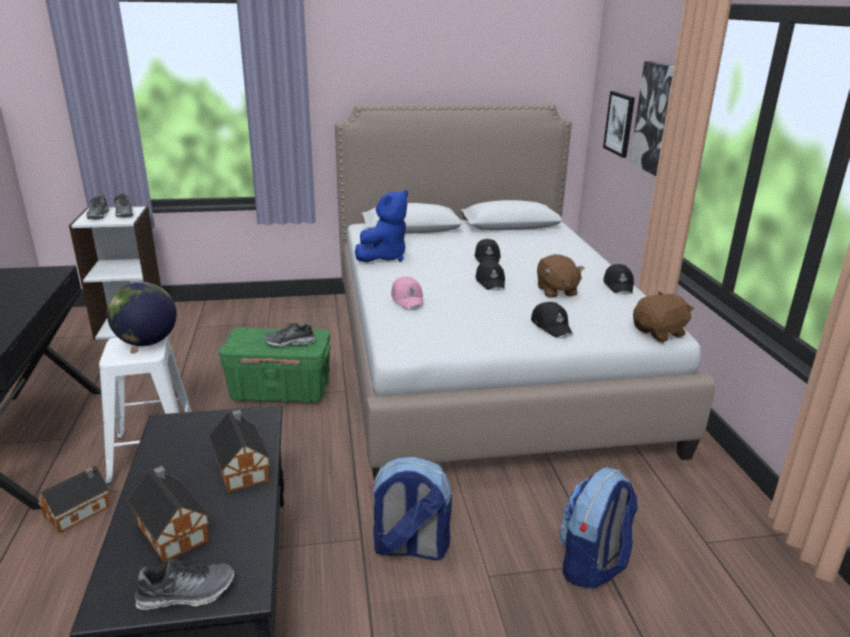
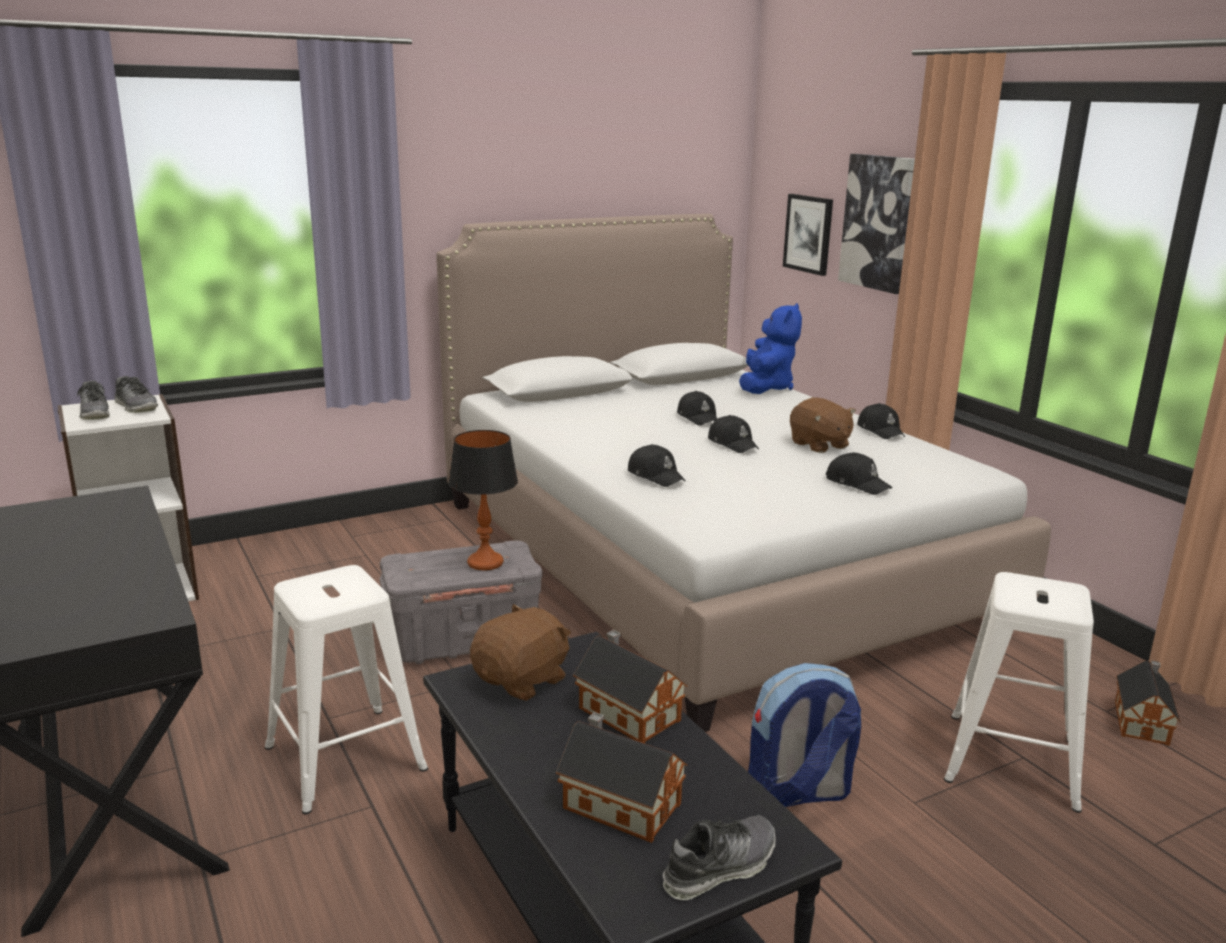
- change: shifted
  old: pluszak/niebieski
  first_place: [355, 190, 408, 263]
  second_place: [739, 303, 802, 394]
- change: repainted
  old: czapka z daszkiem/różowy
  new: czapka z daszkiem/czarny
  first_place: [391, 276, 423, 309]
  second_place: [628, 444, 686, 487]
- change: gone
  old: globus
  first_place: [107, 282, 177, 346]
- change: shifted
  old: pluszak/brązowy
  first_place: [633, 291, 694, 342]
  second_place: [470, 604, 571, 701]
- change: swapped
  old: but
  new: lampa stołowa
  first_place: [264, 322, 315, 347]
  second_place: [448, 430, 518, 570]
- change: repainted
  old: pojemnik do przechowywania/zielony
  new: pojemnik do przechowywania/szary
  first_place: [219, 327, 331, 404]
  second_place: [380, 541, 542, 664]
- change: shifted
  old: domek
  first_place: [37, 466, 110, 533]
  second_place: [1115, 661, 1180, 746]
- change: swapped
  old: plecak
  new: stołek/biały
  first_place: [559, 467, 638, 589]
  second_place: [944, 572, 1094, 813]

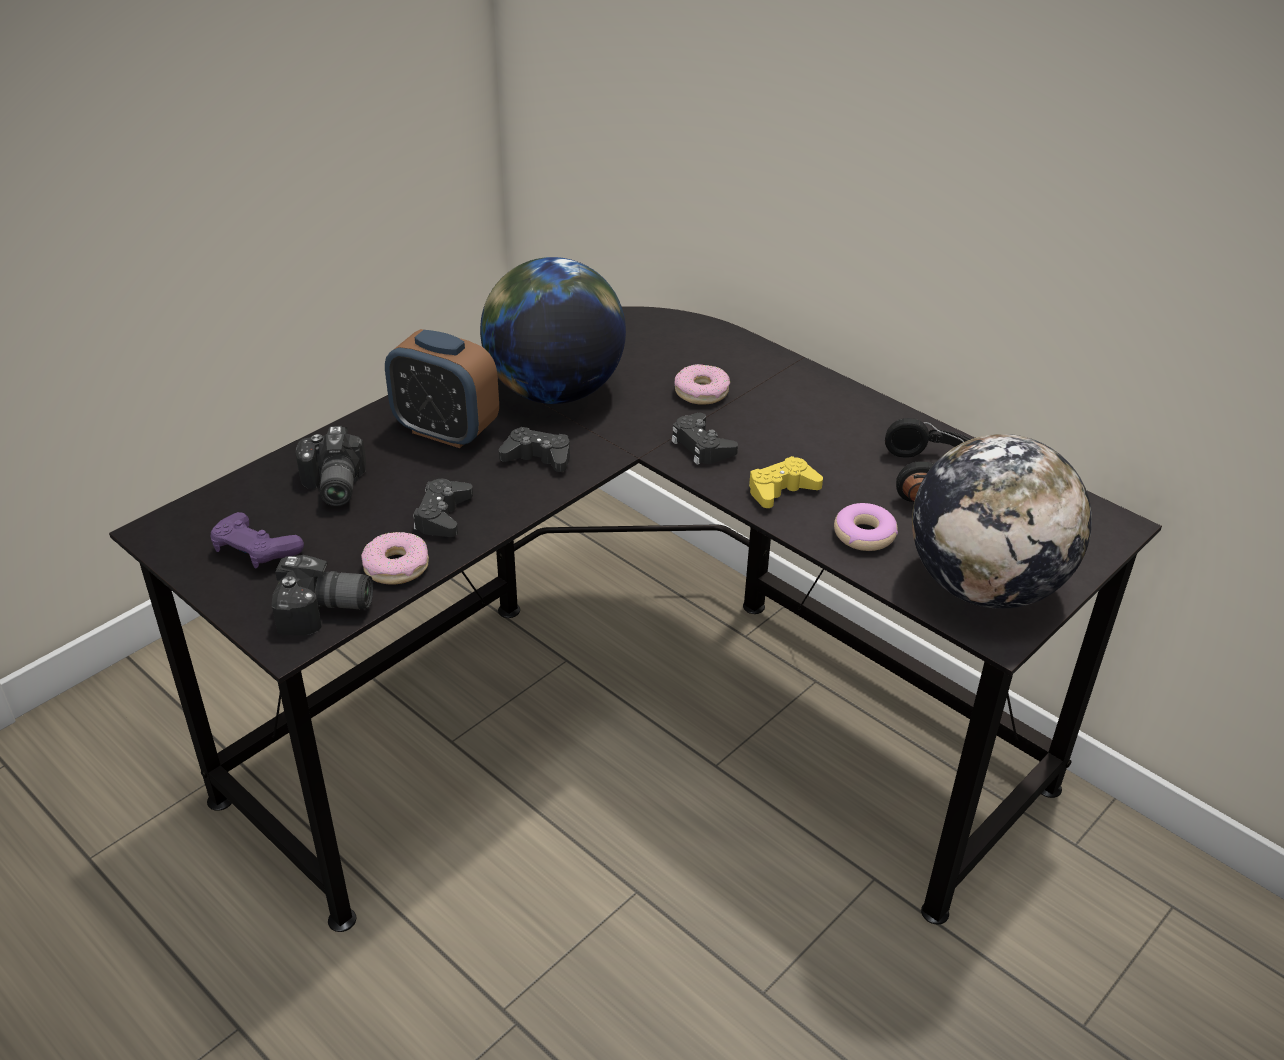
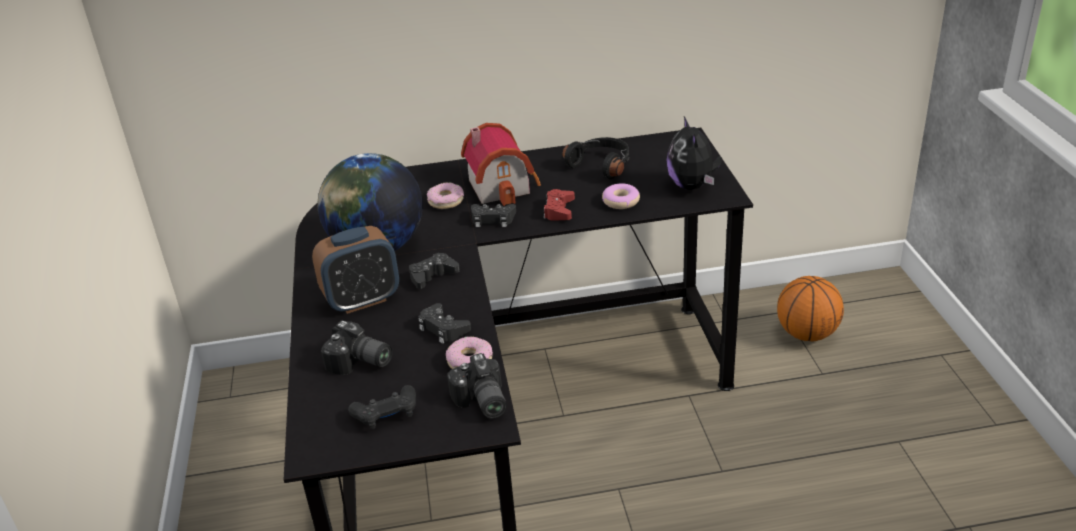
- change: swapped
  old: globus
  new: pluszak
  first_place: [912, 434, 1092, 609]
  second_place: [666, 116, 722, 190]
- change: repainted
  old: pad do gier/żółty
  new: pad do gier/czerwony
  first_place: [749, 456, 823, 508]
  second_place: [544, 189, 575, 221]
- change: repainted
  old: pad do gier/fioletowy
  new: pad do gier/czarny
  first_place: [210, 512, 304, 569]
  second_place: [348, 385, 416, 429]
- change: rotated
  old: aparat fotograficzny
  first_place: [272, 555, 373, 636]
  second_place: [447, 353, 507, 418]
  degrees: 120
- change: new
  new: domek
  second_place: [461, 123, 541, 206]
- change: new
  new: piłka do koszykówki
  second_place: [777, 276, 844, 341]

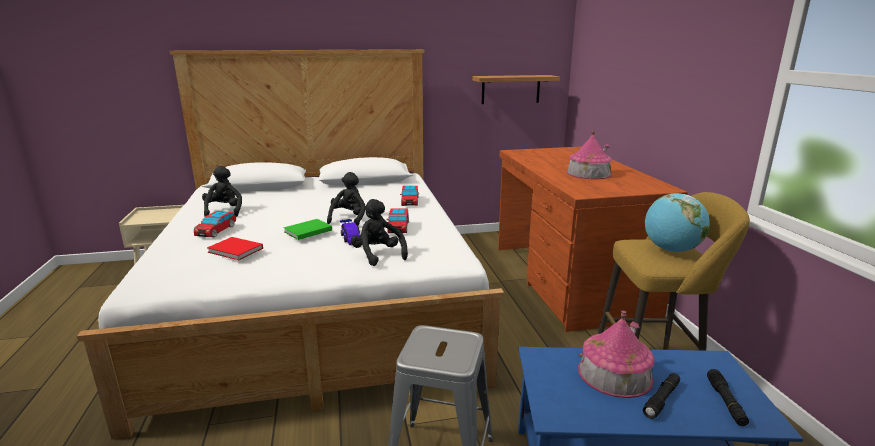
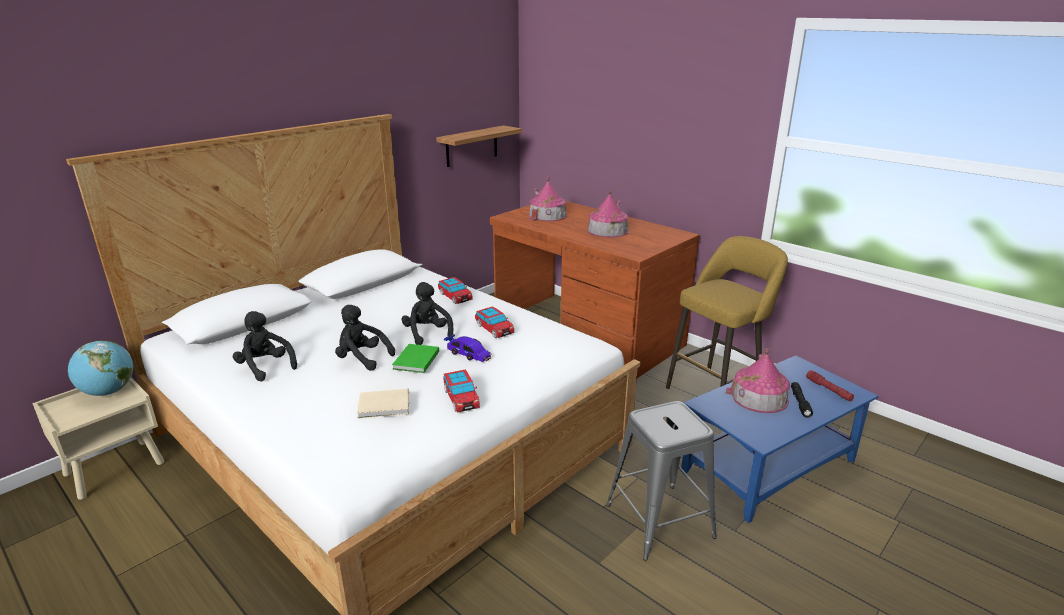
- change: shifted
  old: globus
  first_place: [645, 193, 710, 252]
  second_place: [68, 340, 133, 396]
- change: shifted
  old: pluszak/czarny
  first_place: [351, 199, 408, 266]
  second_place: [335, 305, 395, 371]
- change: shifted
  old: samochodzik
  first_place: [194, 211, 236, 237]
  second_place: [443, 370, 480, 413]
- change: repainted
  old: książka/czerwony
  new: książka/beżowy
  first_place: [207, 237, 263, 260]
  second_place: [357, 389, 409, 419]
- change: repainted
  old: latarka/czarny
  new: latarka/czerwony
  first_place: [707, 369, 749, 426]
  second_place: [806, 370, 854, 401]
- change: new
  new: domek
  second_place: [529, 177, 567, 221]

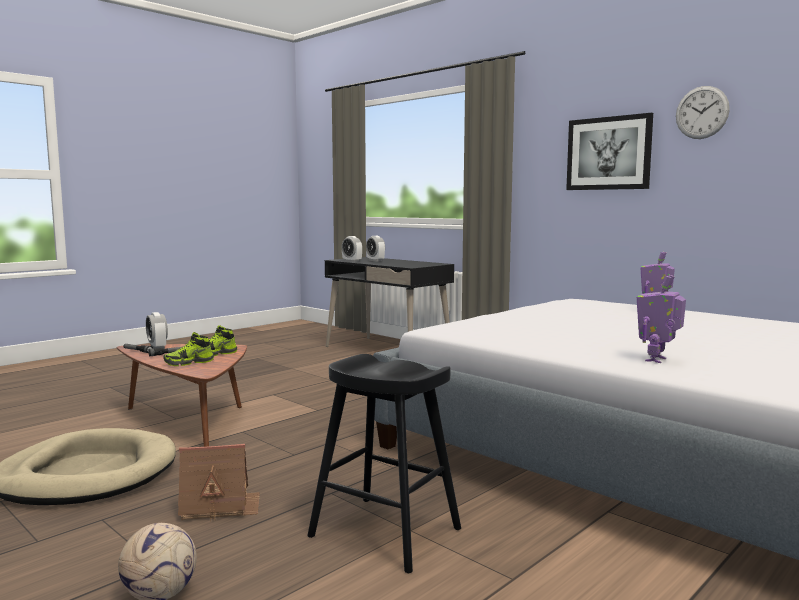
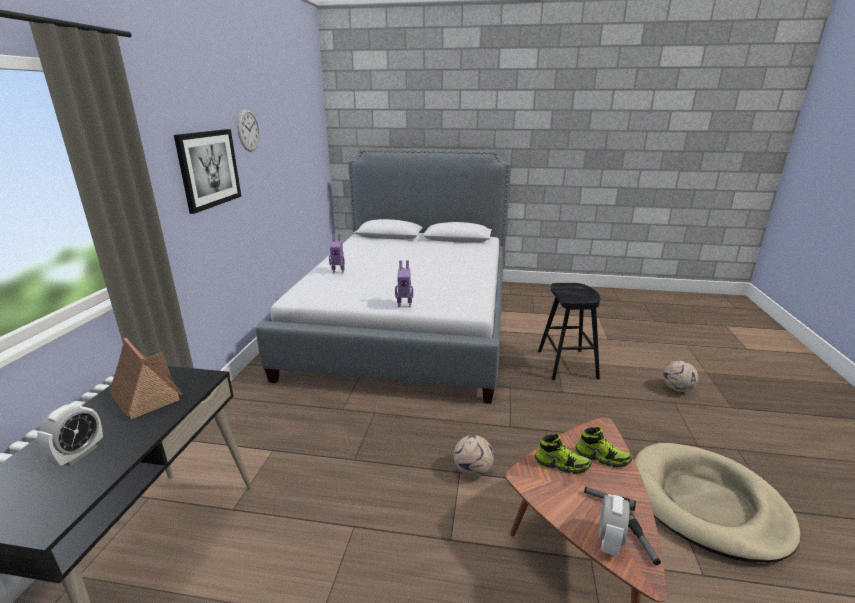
- change: gone
  old: budzik
  first_place: [342, 236, 362, 262]
- change: shifted
  old: robot zabawkowy
  first_place: [637, 275, 686, 363]
  second_place: [395, 260, 413, 307]
- change: shifted
  old: domek
  first_place: [178, 444, 260, 521]
  second_place: [109, 338, 183, 419]
- change: new
  new: piłka futbolowa
  second_place: [454, 435, 494, 477]

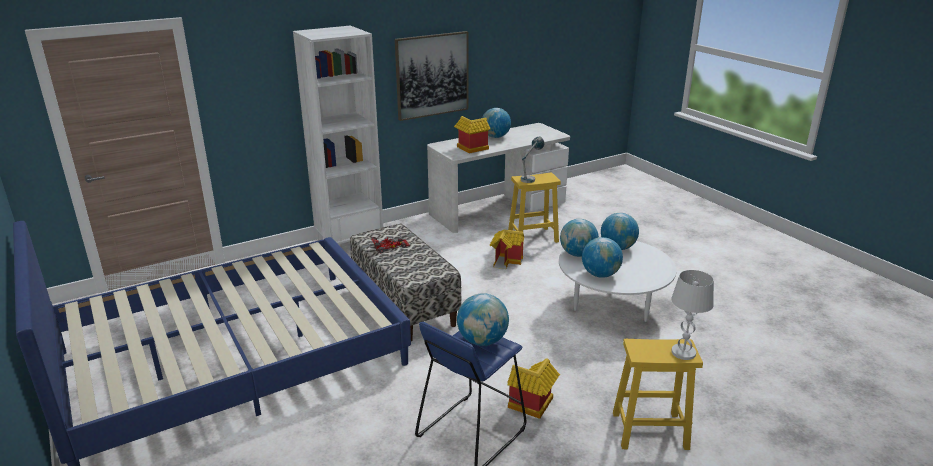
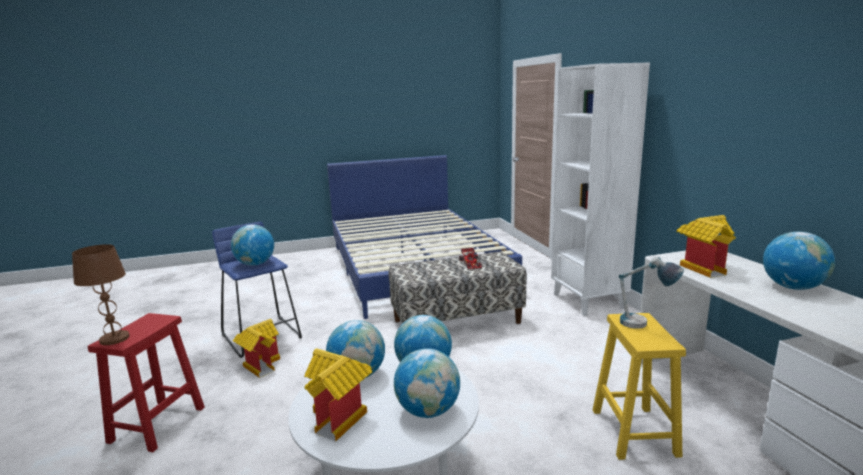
- change: gone
  old: obraz
  first_place: [395, 31, 468, 121]
- change: shifted
  old: domek
  first_place: [490, 230, 524, 269]
  second_place: [304, 348, 372, 442]
- change: repainted
  old: lampa stołowa/biały
  new: lampa stołowa/brązowy
  first_place: [671, 270, 714, 360]
  second_place: [72, 244, 130, 345]
- change: repainted
  old: stołek/żółty
  new: stołek/czerwony
  first_place: [613, 339, 703, 450]
  second_place: [88, 313, 205, 452]

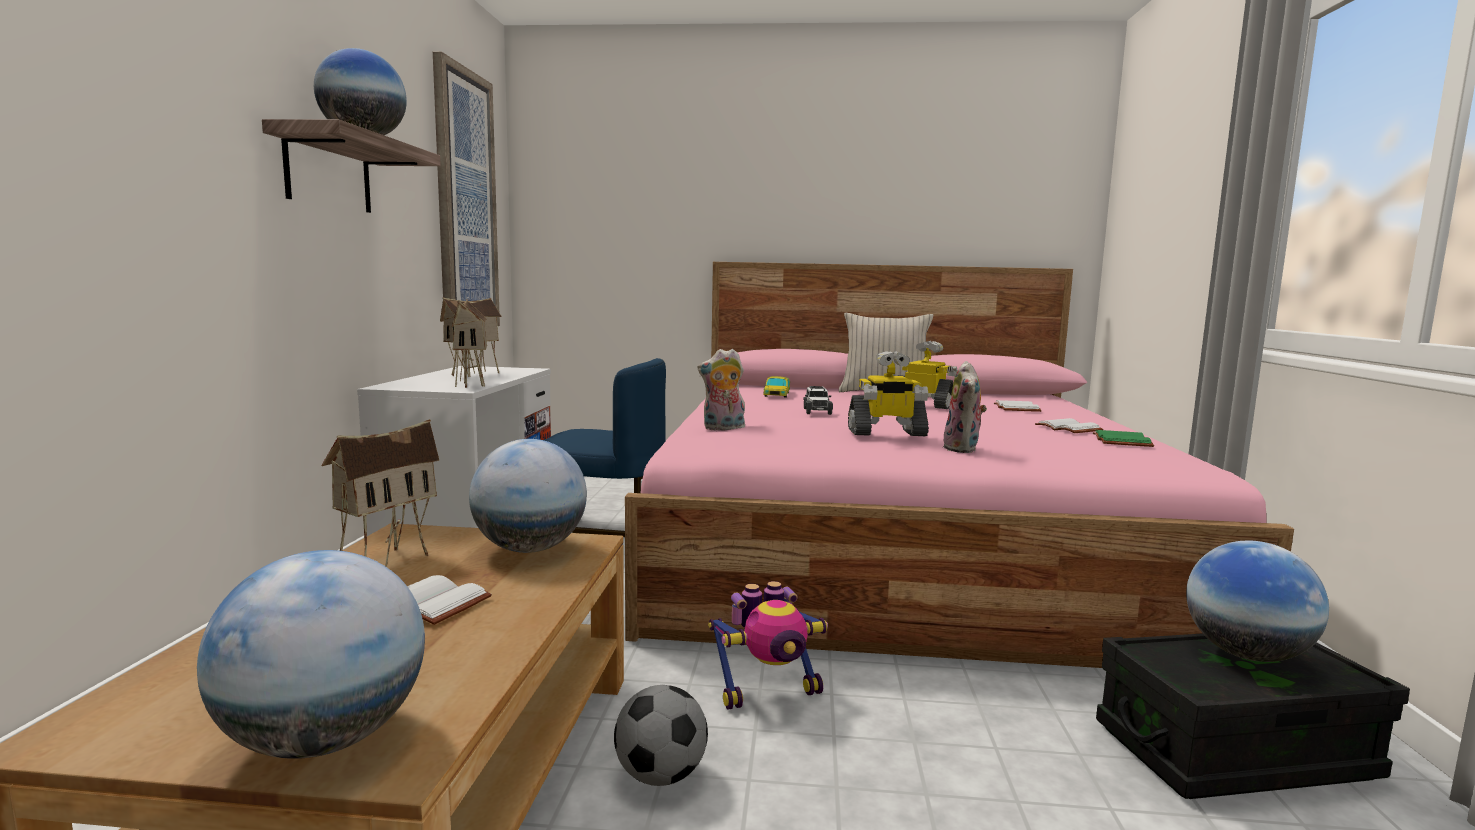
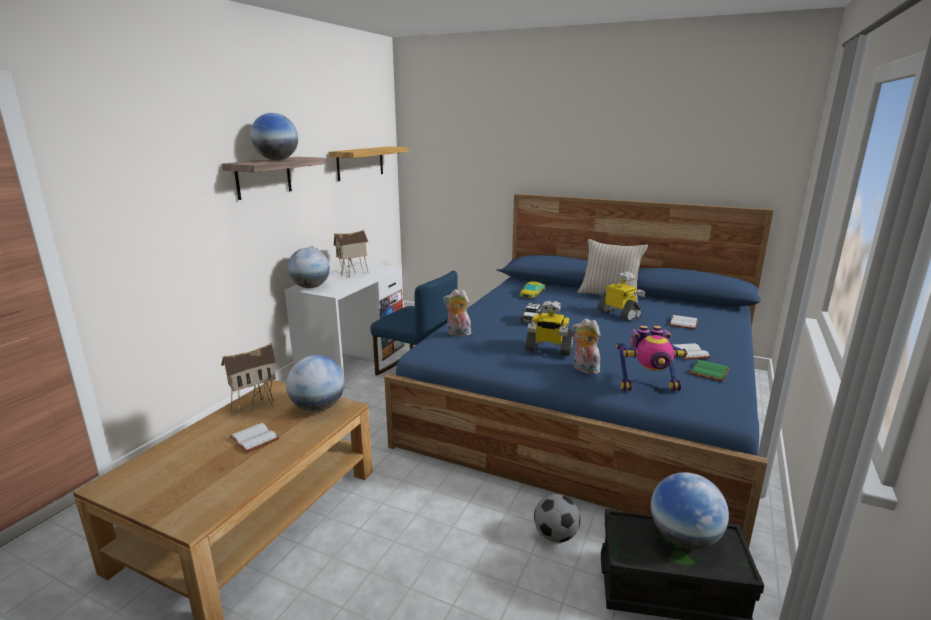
- change: swapped
  old: obraz
  new: półka
  first_place: [433, 52, 500, 326]
  second_place: [329, 147, 409, 181]
- change: repainted
  old: łóżko/różowy
  new: łóżko/niebieski
  first_place: [625, 262, 1294, 668]
  second_place: [384, 194, 774, 548]
- change: gone
  old: domek
  first_place: [452, 300, 487, 388]
- change: rotated
  old: pluszak
  first_place: [943, 361, 987, 453]
  second_place: [572, 318, 601, 374]
  degrees: 105
- change: shifted
  old: globus
  first_place: [197, 550, 425, 759]
  second_place: [288, 248, 330, 288]
- change: shifted
  old: robot zabawkowy
  first_place: [708, 581, 828, 710]
  second_place: [616, 325, 688, 391]
- change: shifted
  old: piłka futbolowa
  first_place: [614, 685, 708, 786]
  second_place: [534, 494, 580, 542]

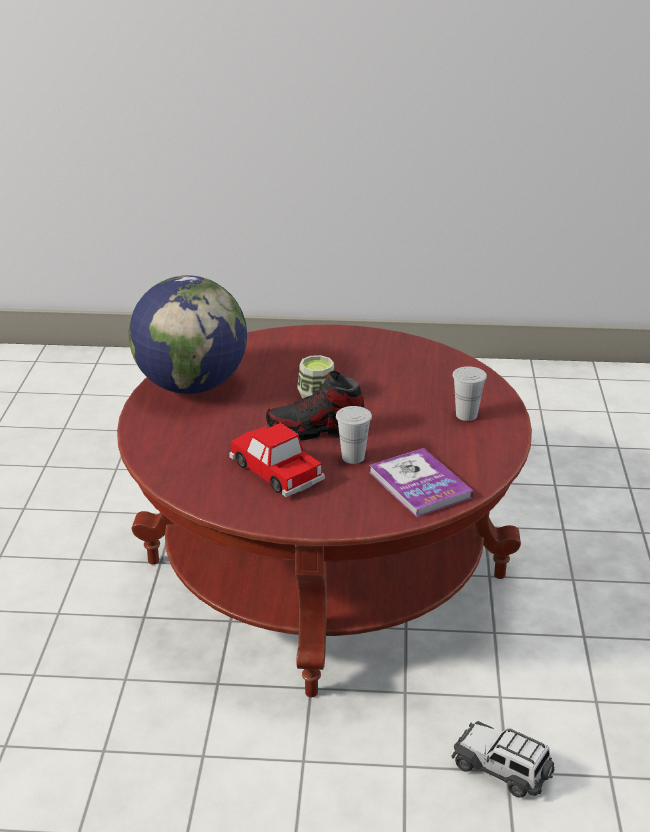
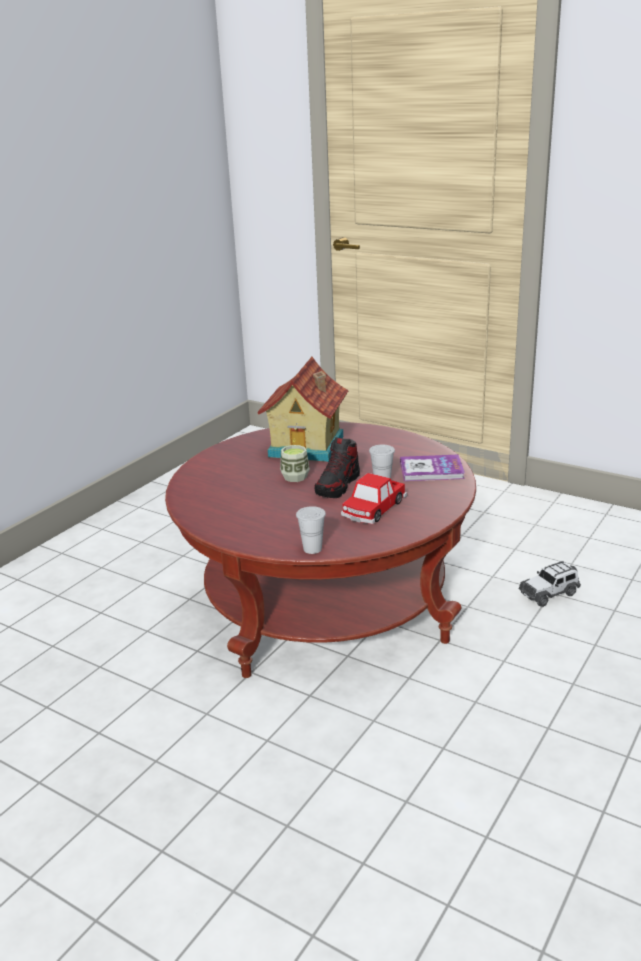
- change: gone
  old: globus
  first_place: [129, 275, 247, 394]
- change: shifted
  old: filiżanka/biały
  first_place: [453, 366, 487, 421]
  second_place: [296, 506, 326, 554]
- change: rotated
  old: samochodzik
  first_place: [229, 423, 325, 497]
  second_place: [341, 473, 407, 524]
  degrees: -45
- change: new
  new: domek
  second_place: [257, 357, 349, 462]

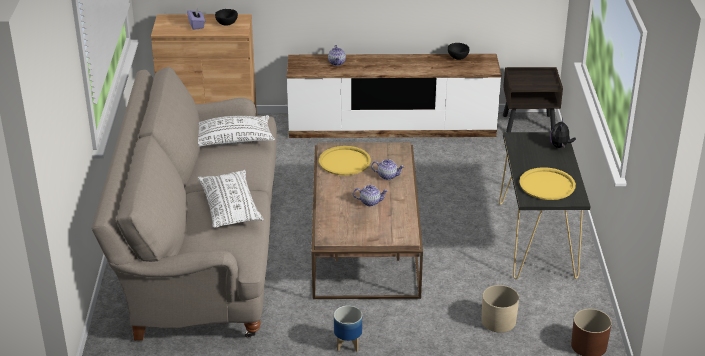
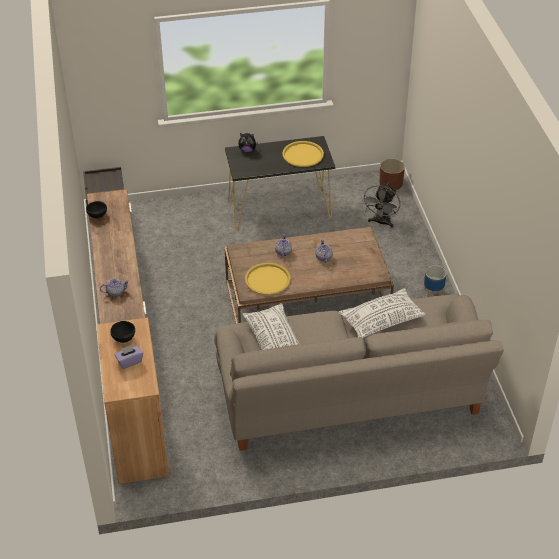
- change: swapped
  old: donica/beżowy
  new: wentylator/szary
  first_place: [481, 285, 519, 333]
  second_place: [362, 182, 400, 228]

